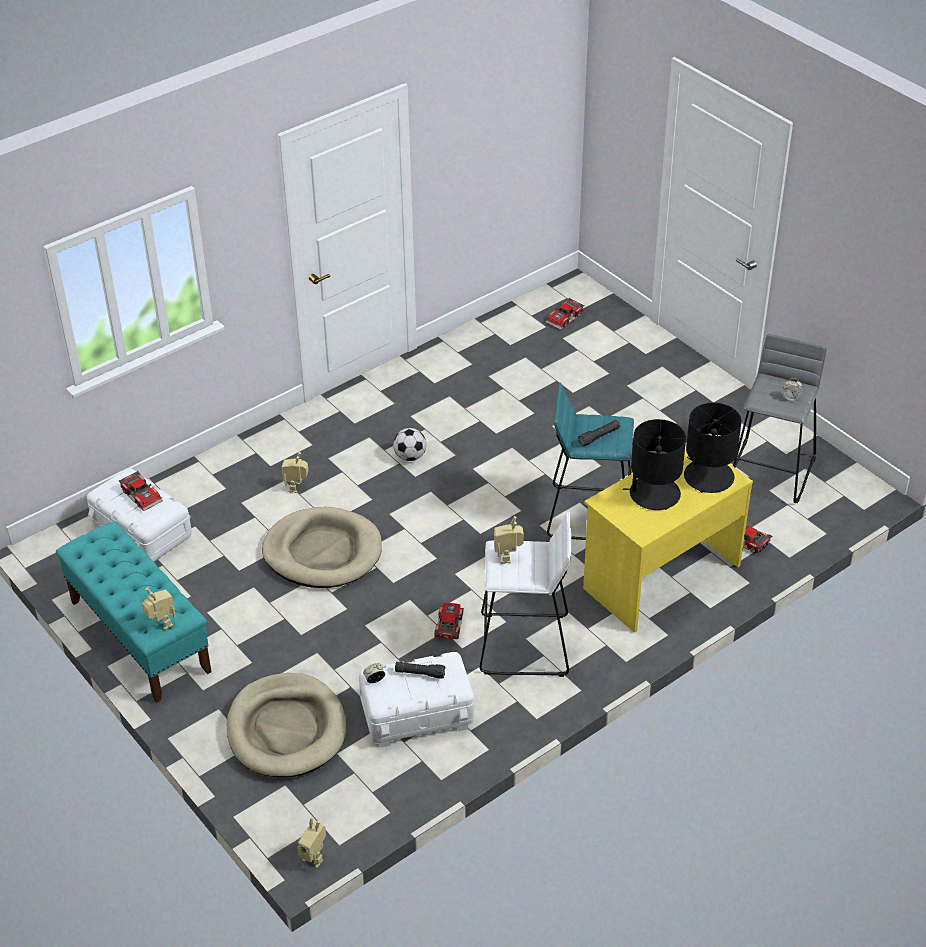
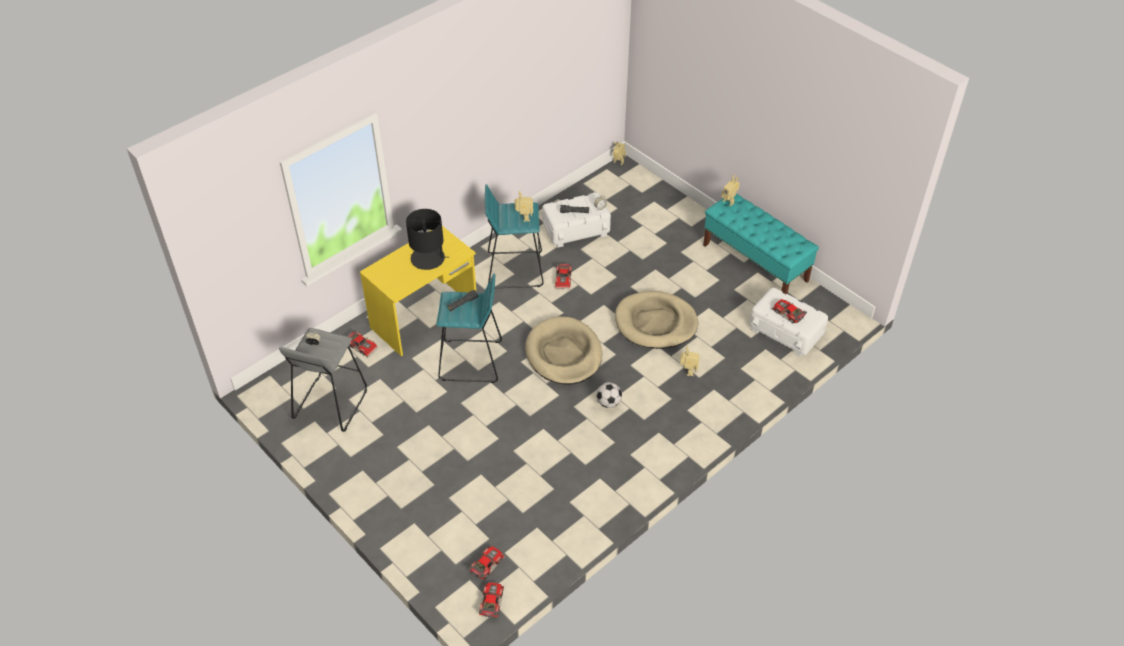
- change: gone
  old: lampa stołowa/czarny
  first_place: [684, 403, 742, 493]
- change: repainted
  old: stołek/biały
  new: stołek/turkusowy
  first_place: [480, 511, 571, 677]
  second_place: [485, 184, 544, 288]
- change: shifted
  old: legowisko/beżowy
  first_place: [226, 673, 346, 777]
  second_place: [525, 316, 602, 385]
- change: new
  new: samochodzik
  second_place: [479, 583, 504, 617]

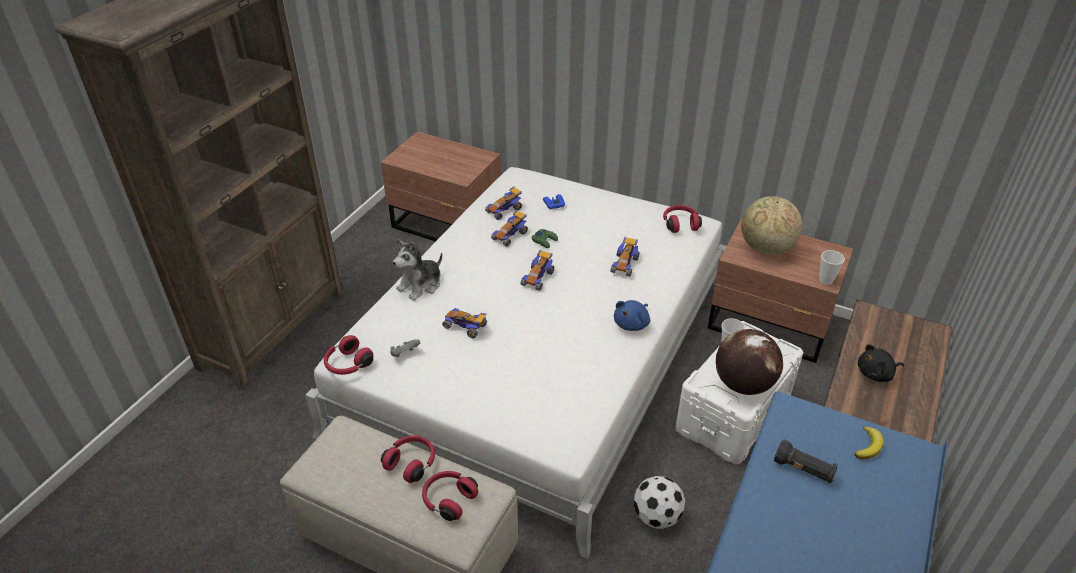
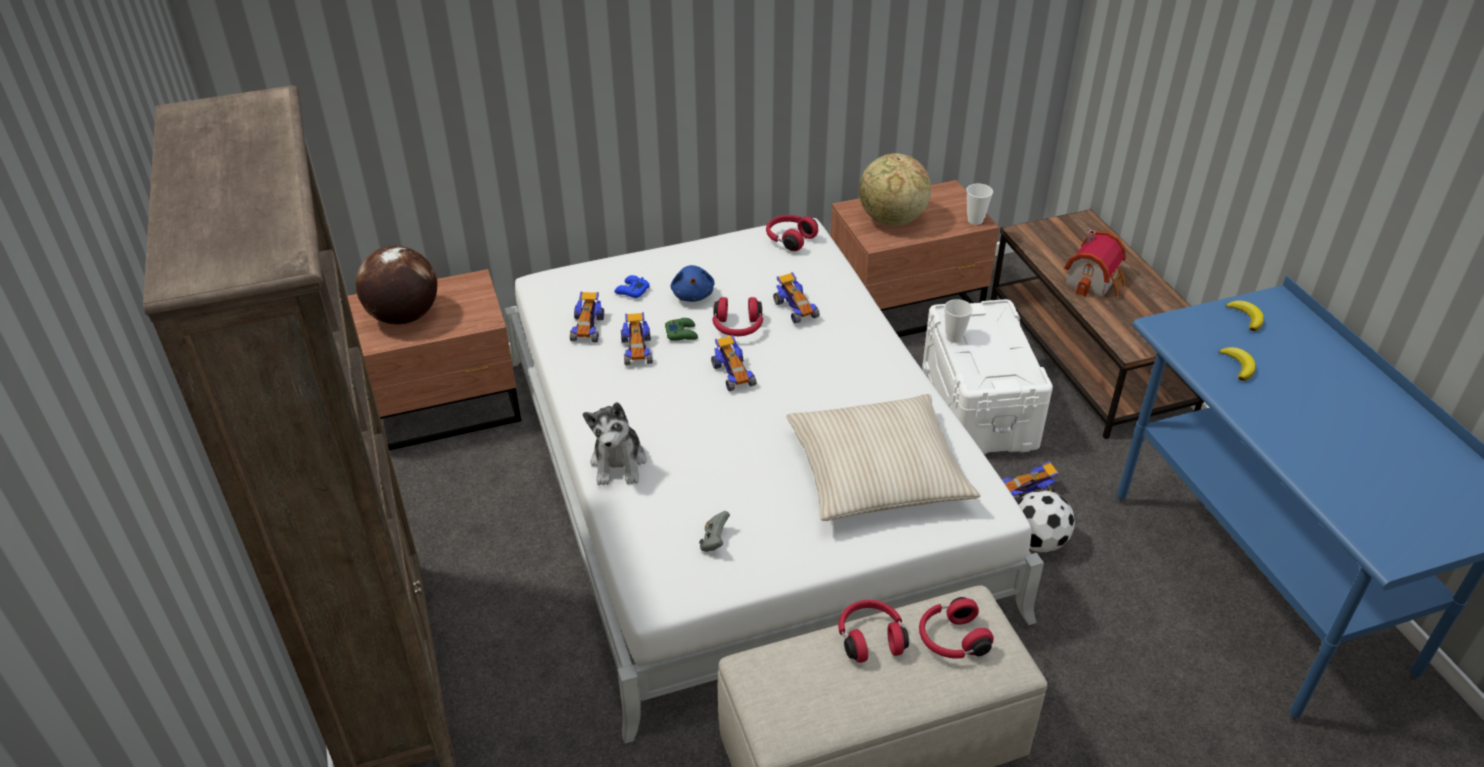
- change: shifted
  old: pluszak/niebieski
  first_place: [614, 300, 650, 331]
  second_place: [671, 265, 715, 302]
- change: shifted
  old: samochodzik
  first_place: [442, 308, 487, 339]
  second_place: [1002, 461, 1059, 502]
- change: shifted
  old: globus
  first_place: [716, 329, 783, 395]
  second_place: [356, 246, 438, 325]
- change: shifted
  old: słuchawki/czerwony
  first_place: [324, 335, 373, 375]
  second_place: [712, 297, 763, 336]
- change: swapped
  old: pluszak/czarny
  new: domek
  first_place: [858, 344, 904, 382]
  second_place: [1064, 230, 1126, 297]
- change: swapped
  old: latarka/czarny
  new: banan
  first_place: [774, 440, 837, 483]
  second_place: [1219, 347, 1256, 381]
- change: new
  new: poduszka/beżowy
  second_place: [786, 394, 981, 521]

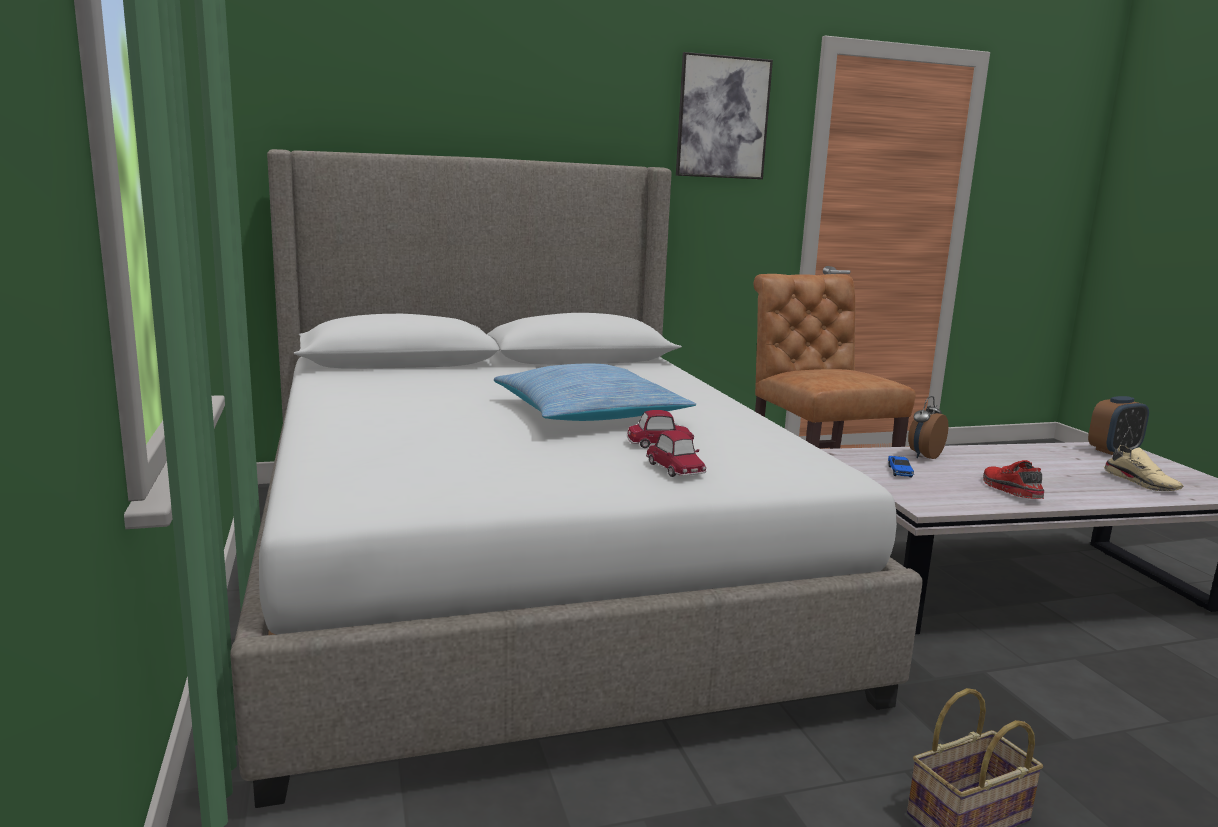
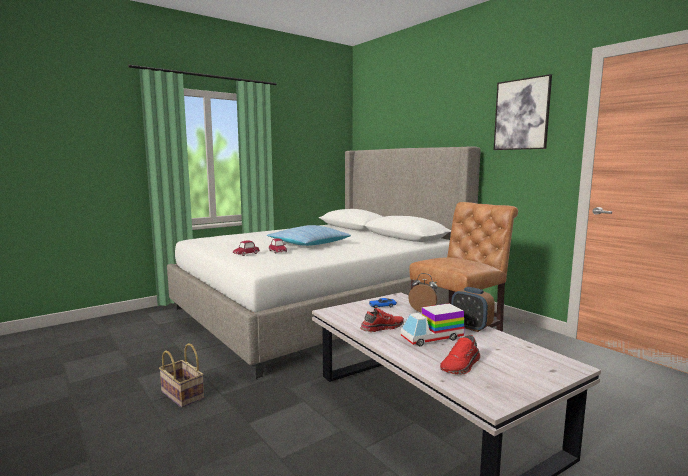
- change: shifted
  old: budzik
  first_place: [1088, 396, 1149, 455]
  second_place: [451, 287, 495, 332]
- change: repainted
  old: but/beżowy
  new: but/czerwony
  first_place: [1104, 445, 1183, 491]
  second_place: [440, 335, 480, 375]
- change: new
  new: ciężarówka zabawkowa
  second_place: [401, 303, 464, 346]

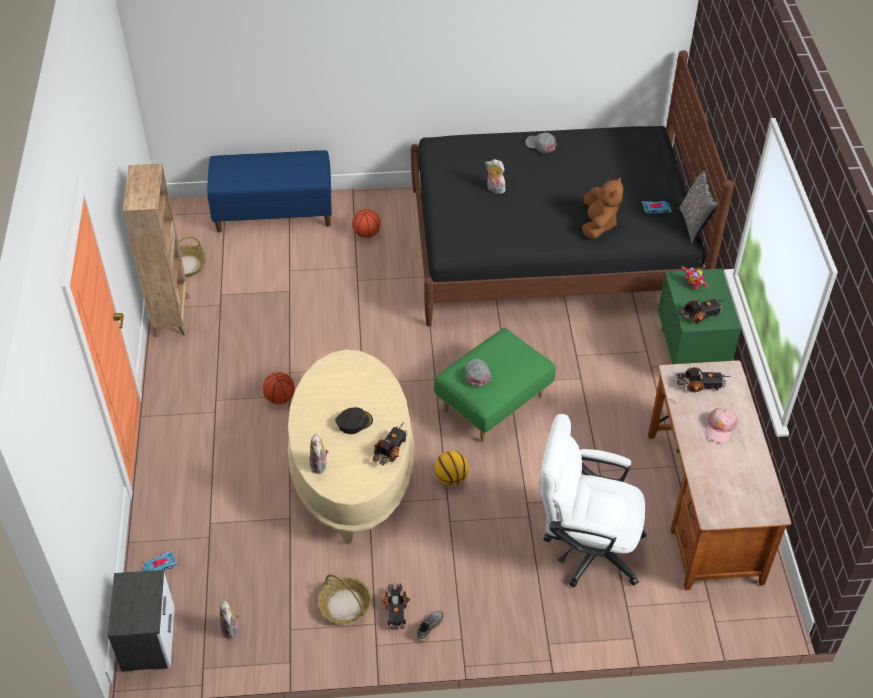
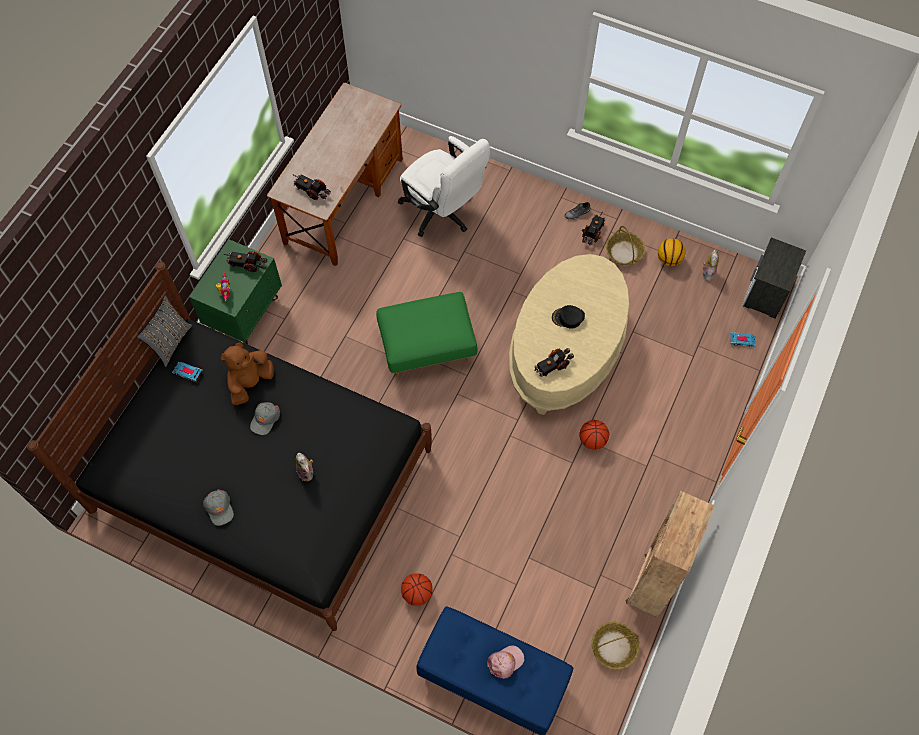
- change: shifted
  old: czapka z daszkiem/szary
  first_place: [465, 359, 492, 387]
  second_place: [250, 402, 280, 435]
- change: shifted
  old: czapka z daszkiem/różowy
  first_place: [705, 408, 738, 443]
  second_place: [487, 646, 524, 679]
- change: shifted
  old: ciężarówka zabawkowa
  first_place: [372, 422, 408, 465]
  second_place: [534, 348, 574, 377]
- change: gone
  old: pluszak
  first_place: [309, 434, 329, 474]
- change: shifted
  old: piłka do koszykówki
  first_place: [434, 451, 469, 486]
  second_place: [658, 239, 686, 266]

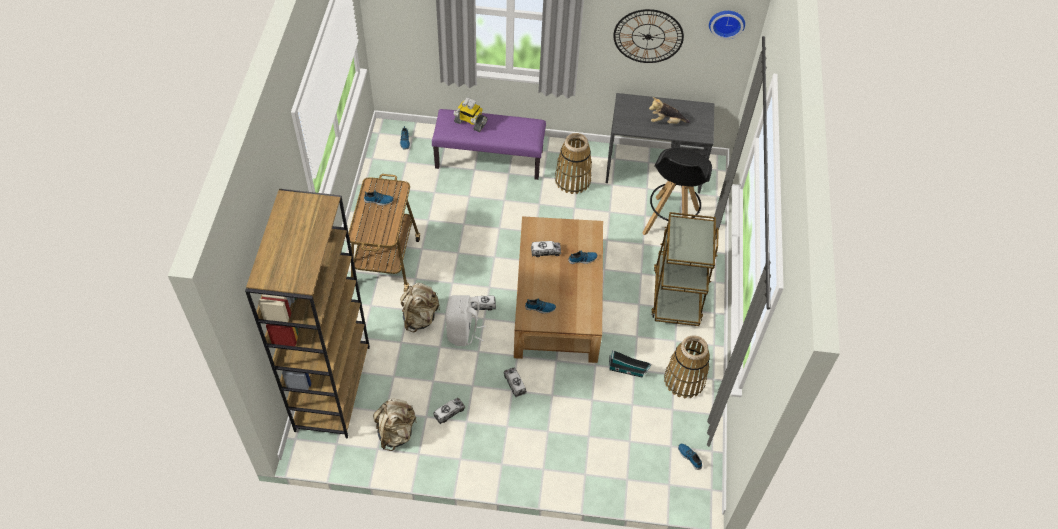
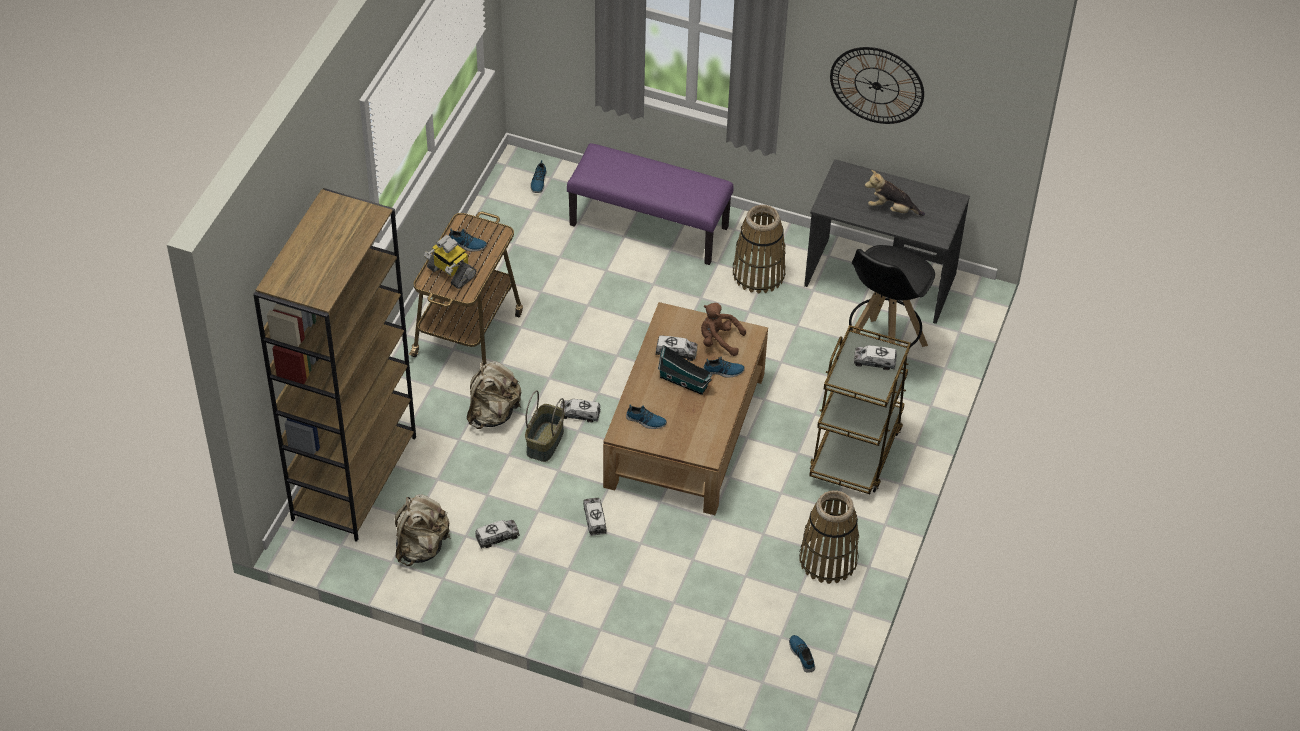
- change: gone
  old: zegar ścienny
  first_place: [709, 11, 745, 39]
- change: shifted
  old: robot zabawkowy
  first_place: [453, 98, 487, 132]
  second_place: [424, 235, 476, 289]
- change: swapped
  old: plecak/biały
  new: koszyk
  first_place: [446, 295, 486, 346]
  second_place: [525, 390, 564, 462]
- change: shifted
  old: domek
  first_place: [609, 350, 652, 378]
  second_place: [658, 345, 713, 395]
- change: new
  new: pluszak/brązowy
  second_place: [701, 303, 746, 356]
- change: new
  new: ciężarówka zabawkowa
  second_place: [854, 345, 897, 370]

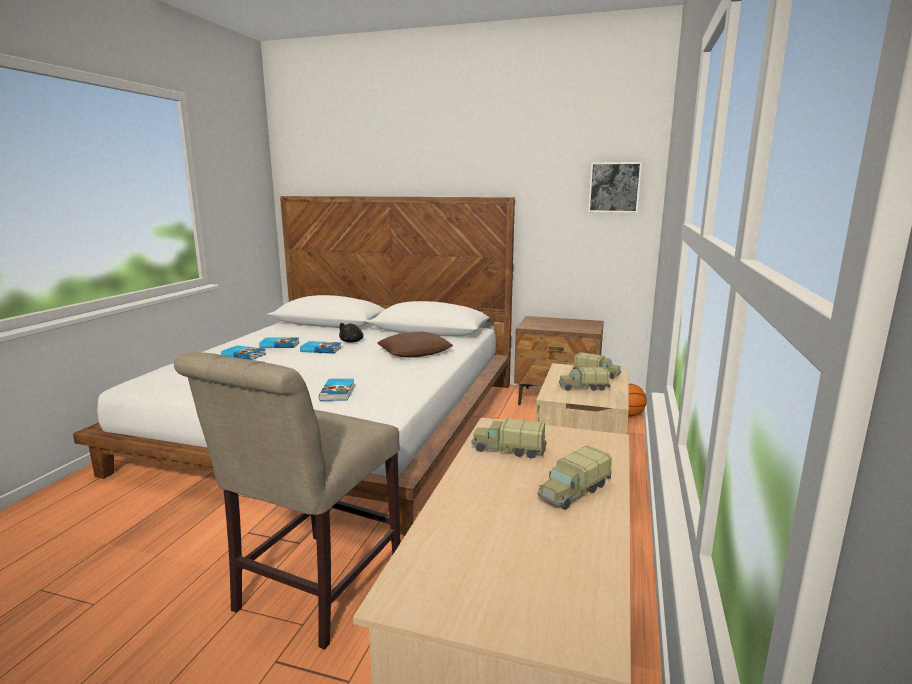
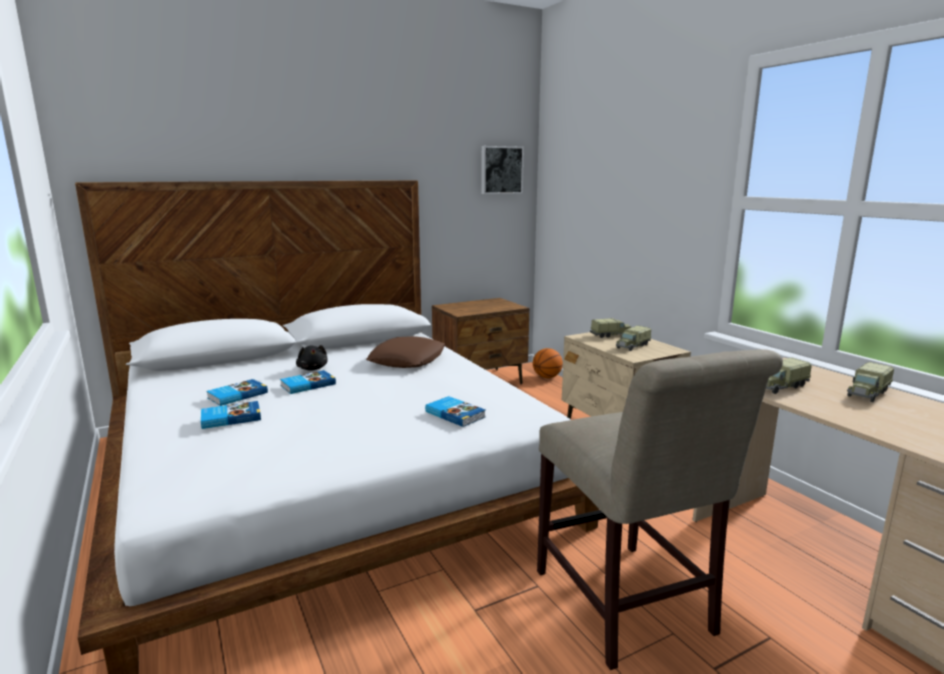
- change: rotated
  old: ciężarówka zabawkowa
  first_place: [537, 445, 612, 510]
  second_place: [847, 362, 894, 402]
  degrees: 45

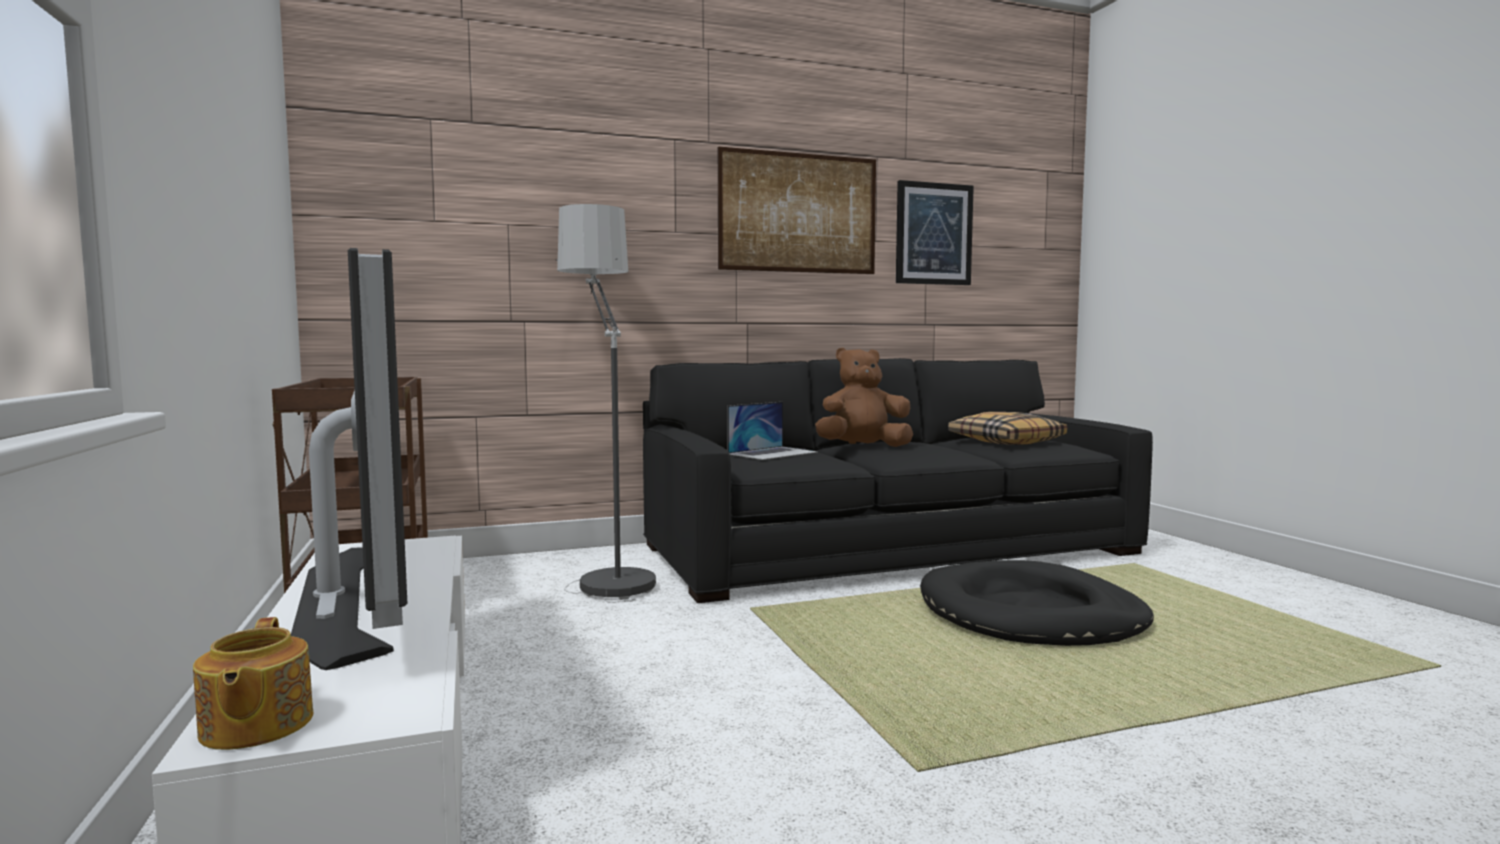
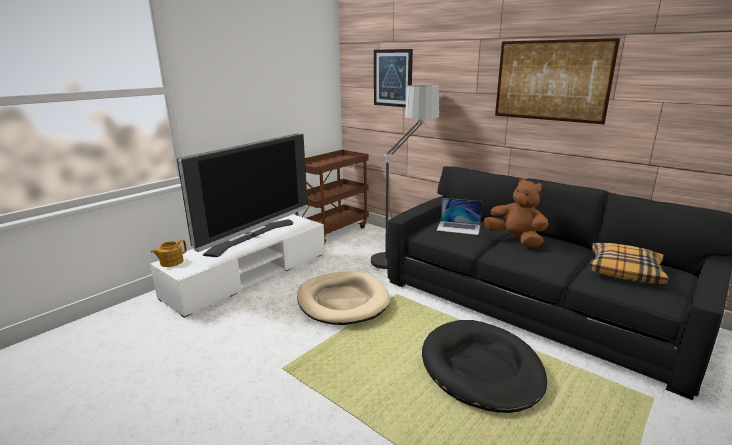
- change: shifted
  old: obraz
  first_place: [896, 180, 974, 285]
  second_place: [374, 49, 413, 107]
- change: new
  new: legowisko/beżowy
  second_place: [297, 271, 390, 325]

